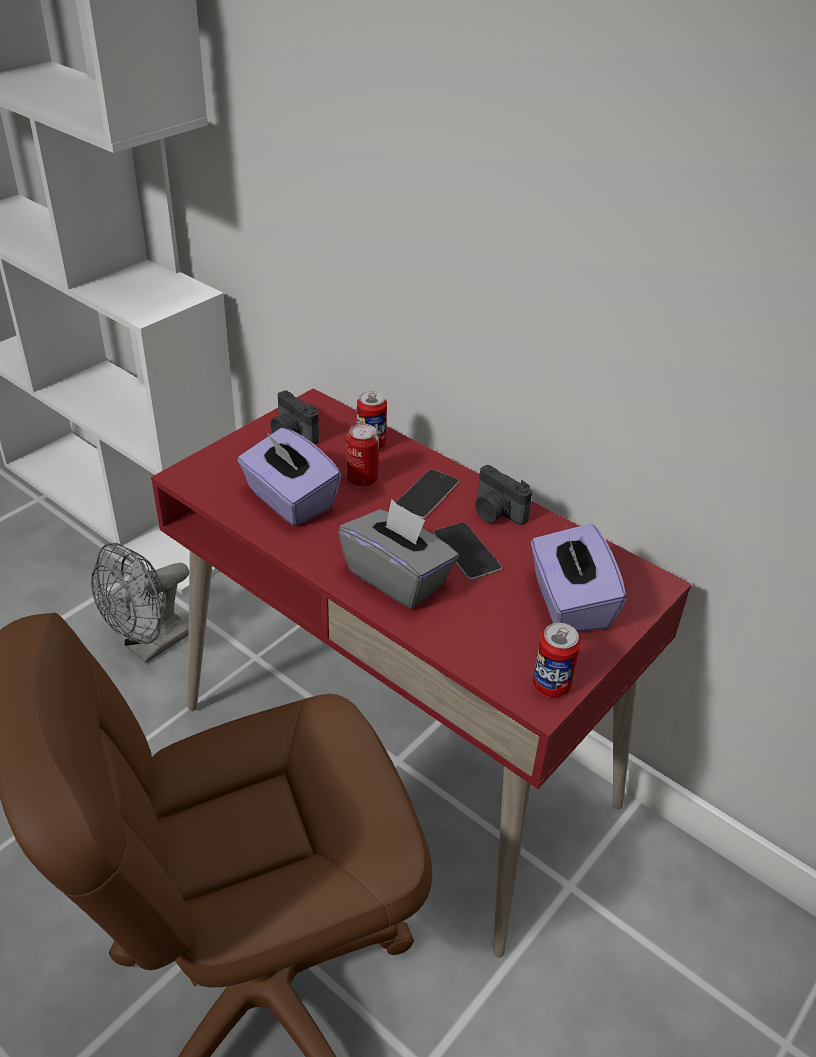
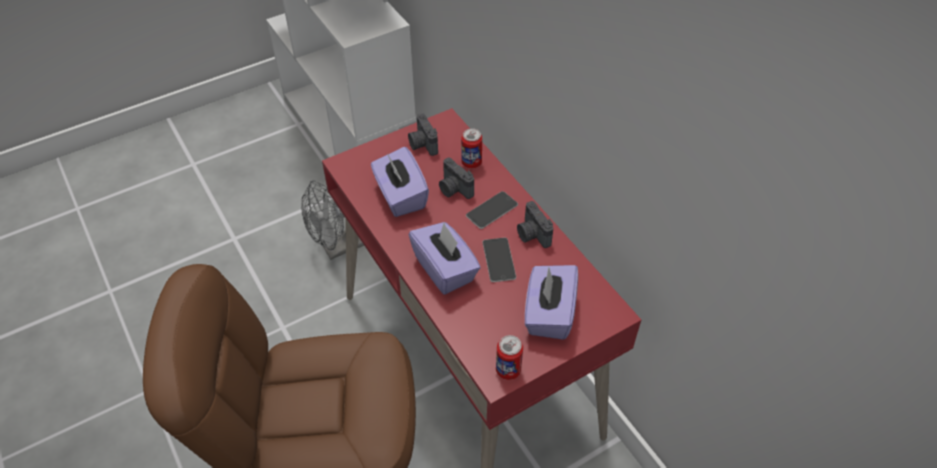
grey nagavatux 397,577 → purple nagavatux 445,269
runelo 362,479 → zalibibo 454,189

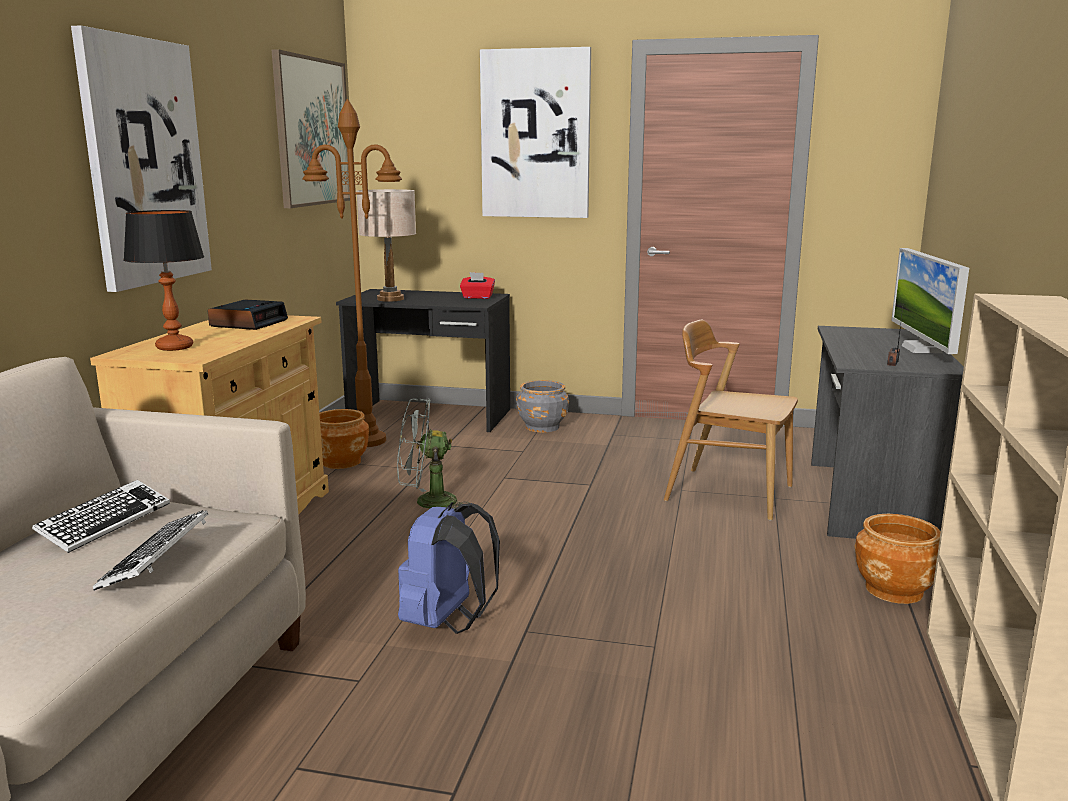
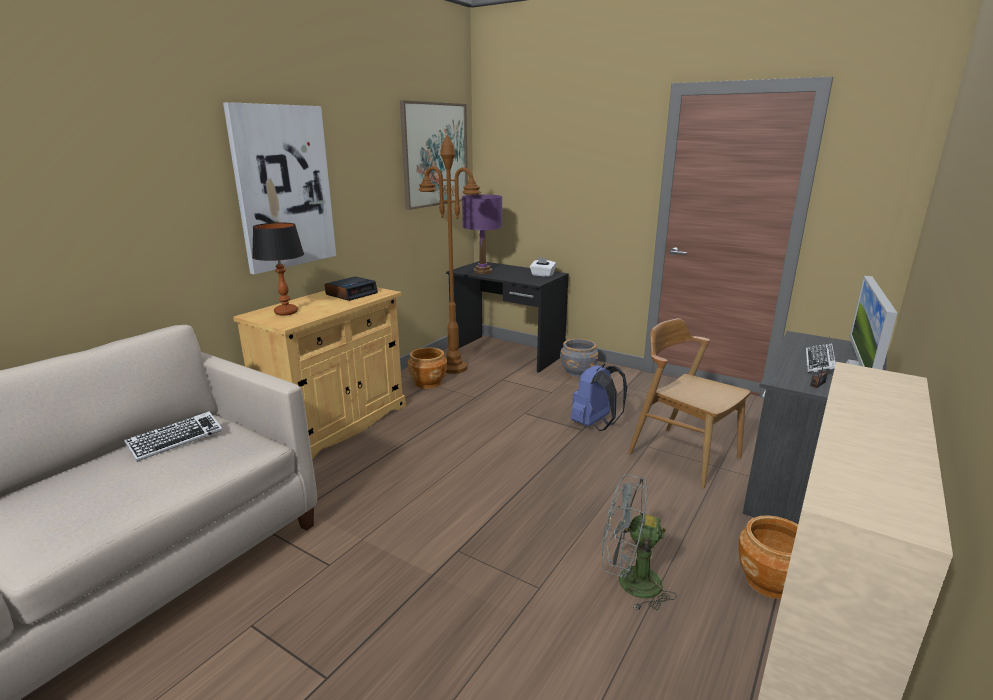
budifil 157,558 → budifil 820,362, moved
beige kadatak 390,299 → purple kadatak 482,272
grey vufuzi 427,503 → grey vufuzi 629,583, moved
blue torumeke 447,622 → blue torumeke 595,425, moved
red nagavatux 477,297 → white nagavatux 542,275
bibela 535,134 → -

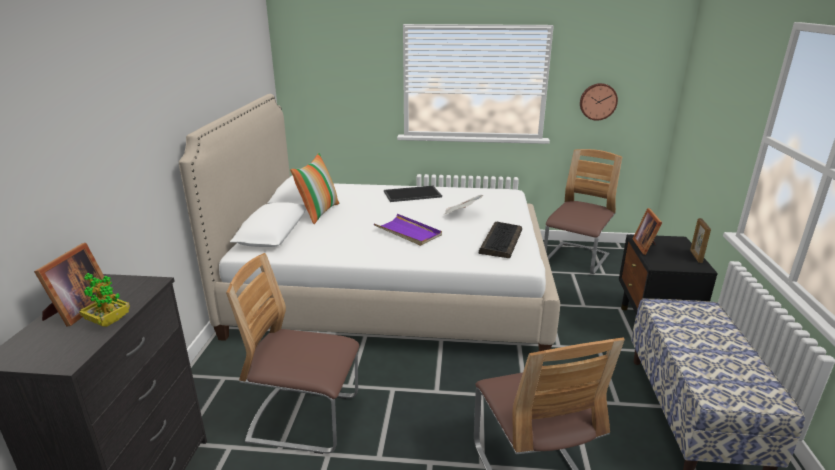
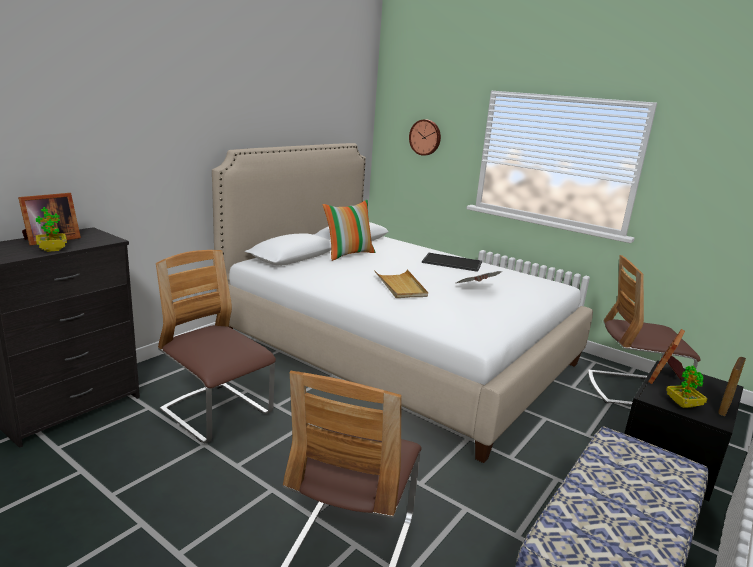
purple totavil 408,232 → beige totavil 400,286
budifil 500,241 → -
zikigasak 576,259 → zikigasak 631,390, 150 degrees counterclockwise
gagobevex 598,101 → gagobevex 425,137, moved
- → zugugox 683,404

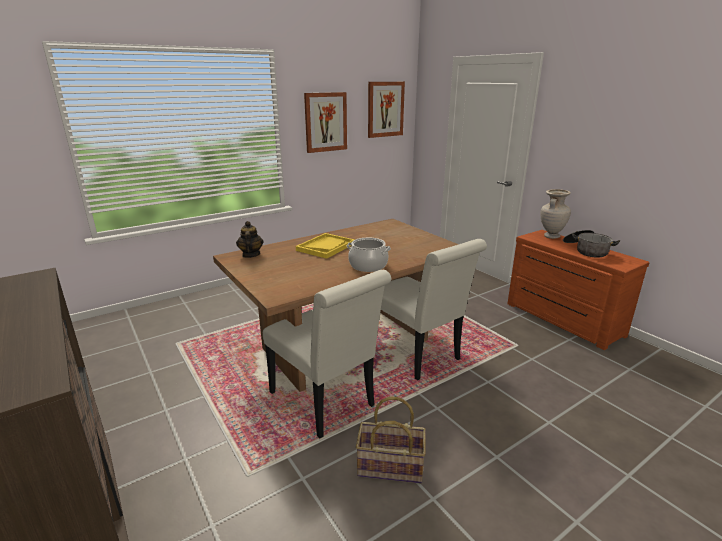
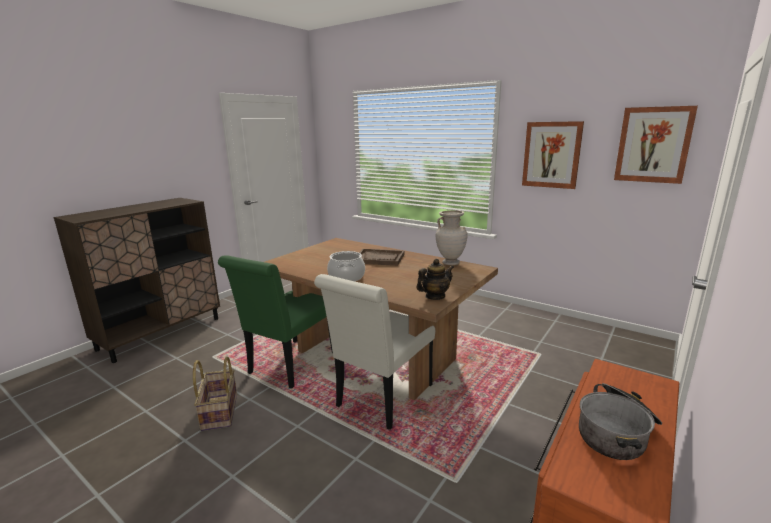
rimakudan 250,255 → rimakudan 435,296, moved
white zikigasak 326,403 → green zikigasak 289,366
yellow totavil 326,247 → brown totavil 379,258
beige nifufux 551,236 → beige nifufux 450,263, moved

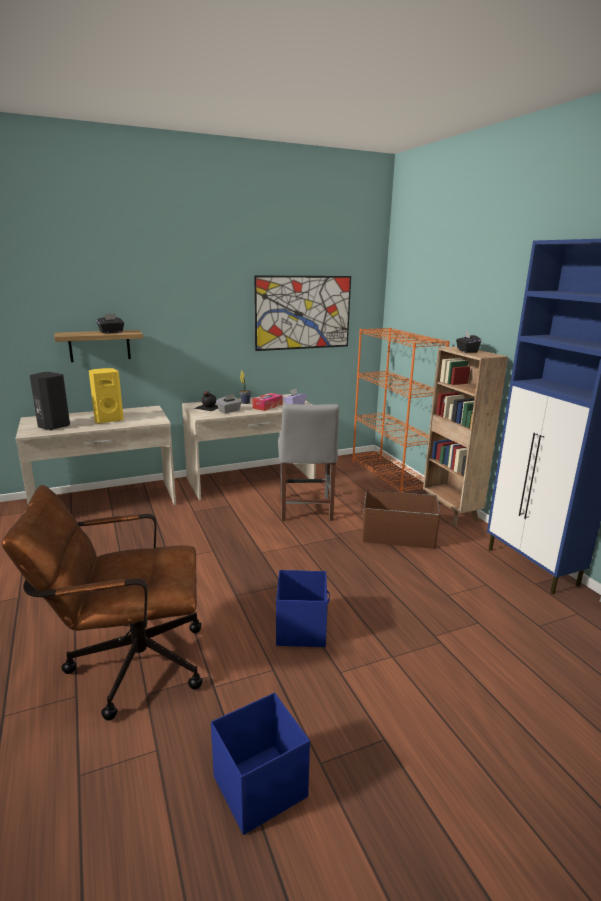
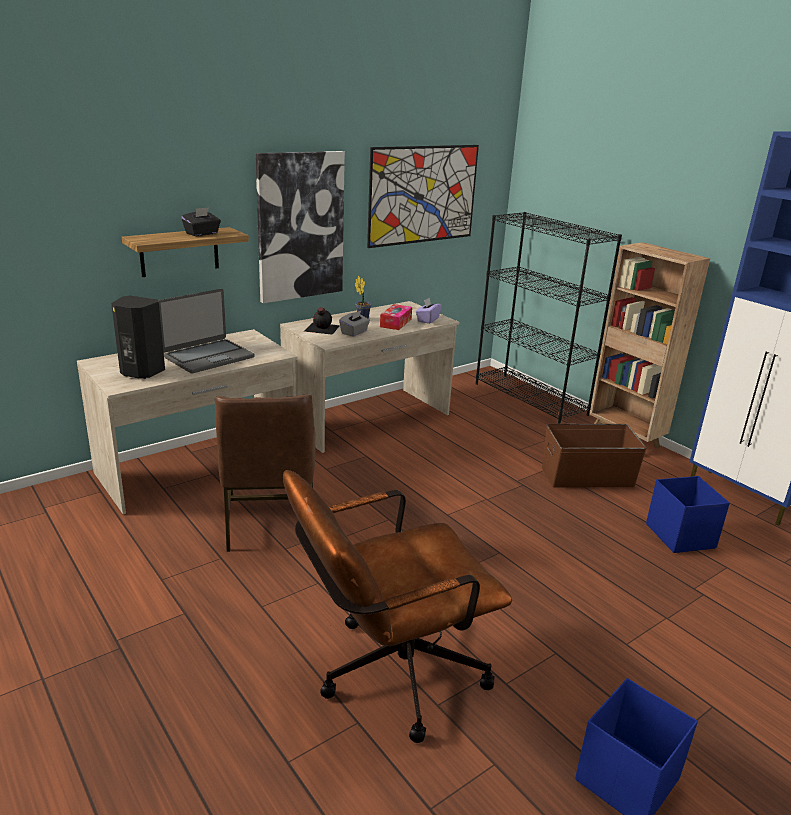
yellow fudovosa 108,420 → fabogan 208,357
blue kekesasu 301,629 → blue kekesasu 680,535, moved
grey zikigasak 305,510 → -
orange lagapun 390,476 → black lagapun 531,399
black nagavatux 466,351 → -
- → brown zikigasak 269,523
- → bibela 300,226

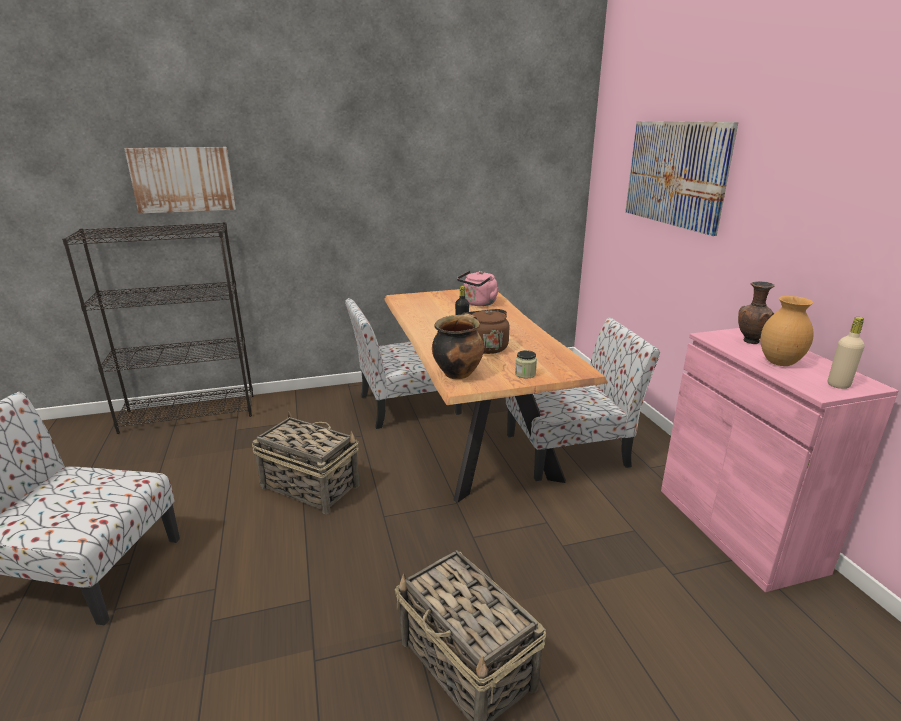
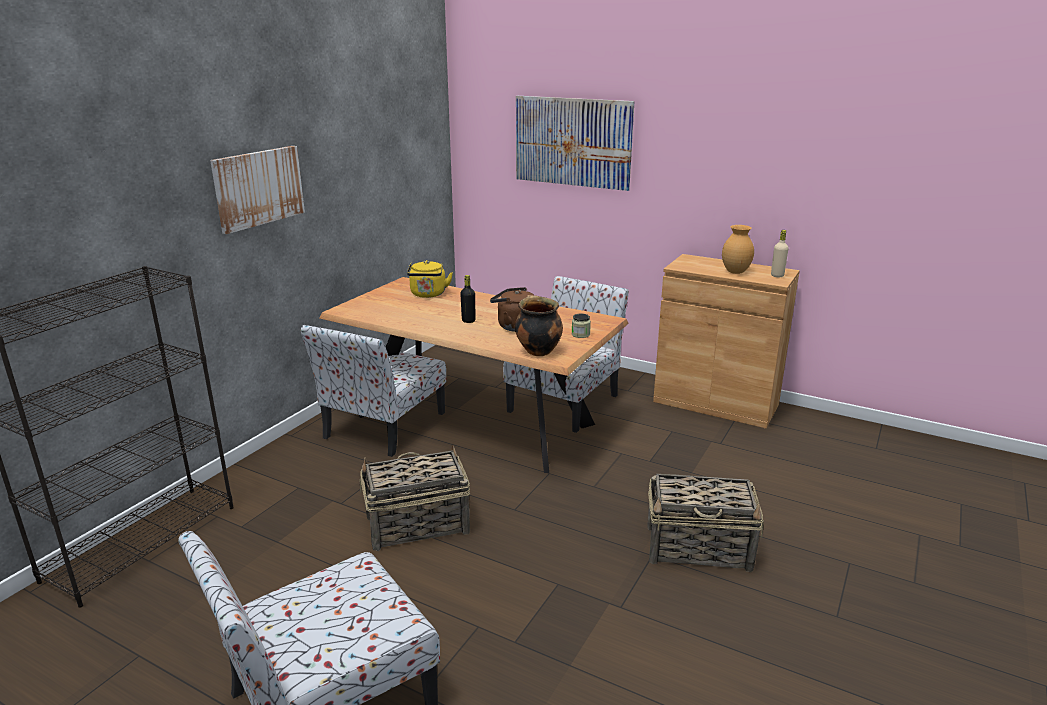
bibela 183,179 → bibela 258,187, moved
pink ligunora 478,303 → yellow ligunora 428,294
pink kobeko 738,528 → brown kobeko 715,403
brown nifufux 749,341 → -

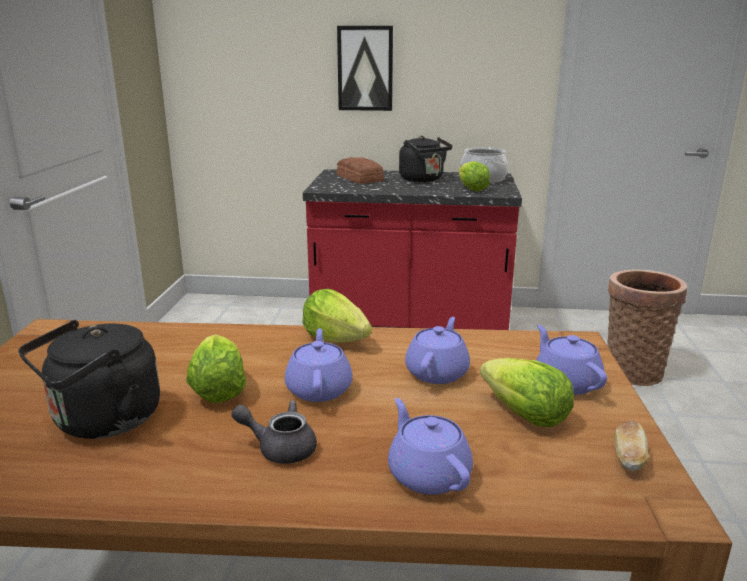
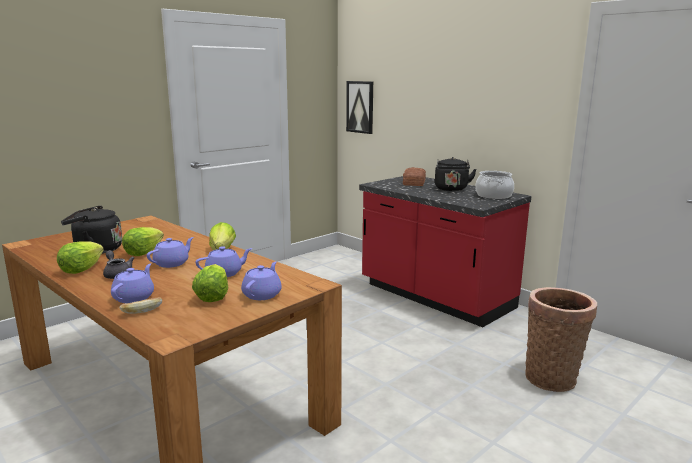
bibela 365,68 → bibela 360,107, moved
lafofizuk 471,189 → lafofizuk 81,270, moved
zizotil 628,458 → zizotil 142,312, moved

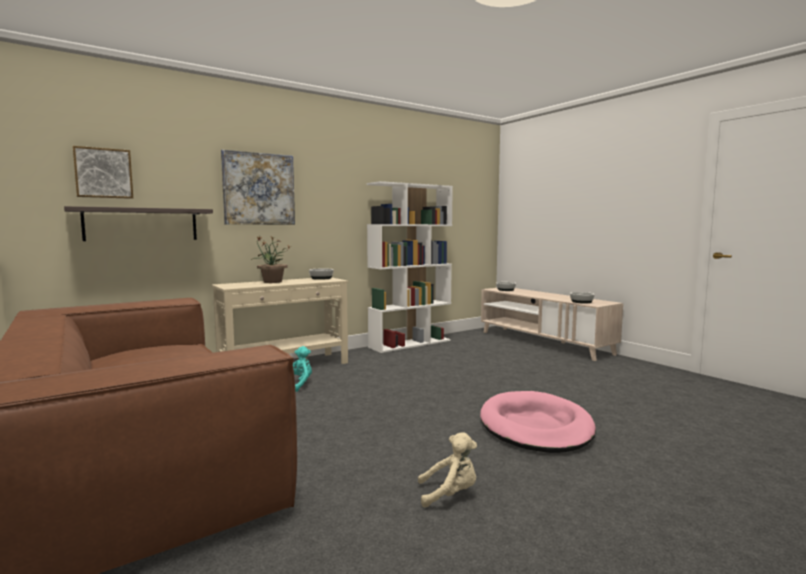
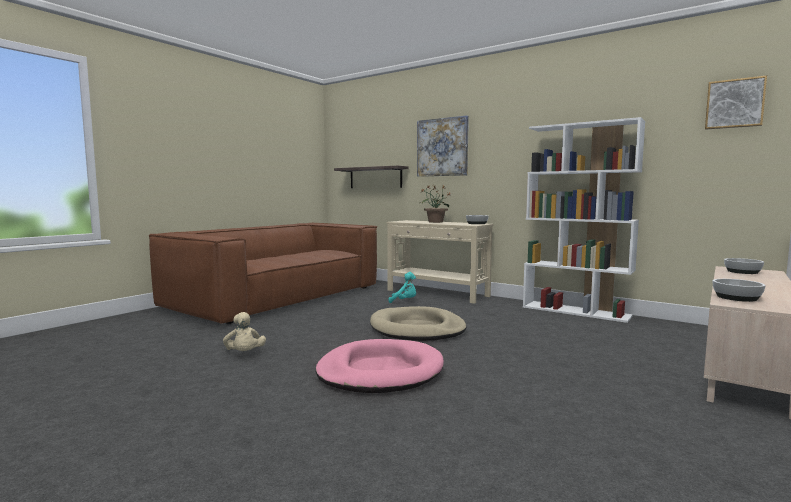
bibela 103,173 → bibela 734,104, moved
- → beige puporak 417,329

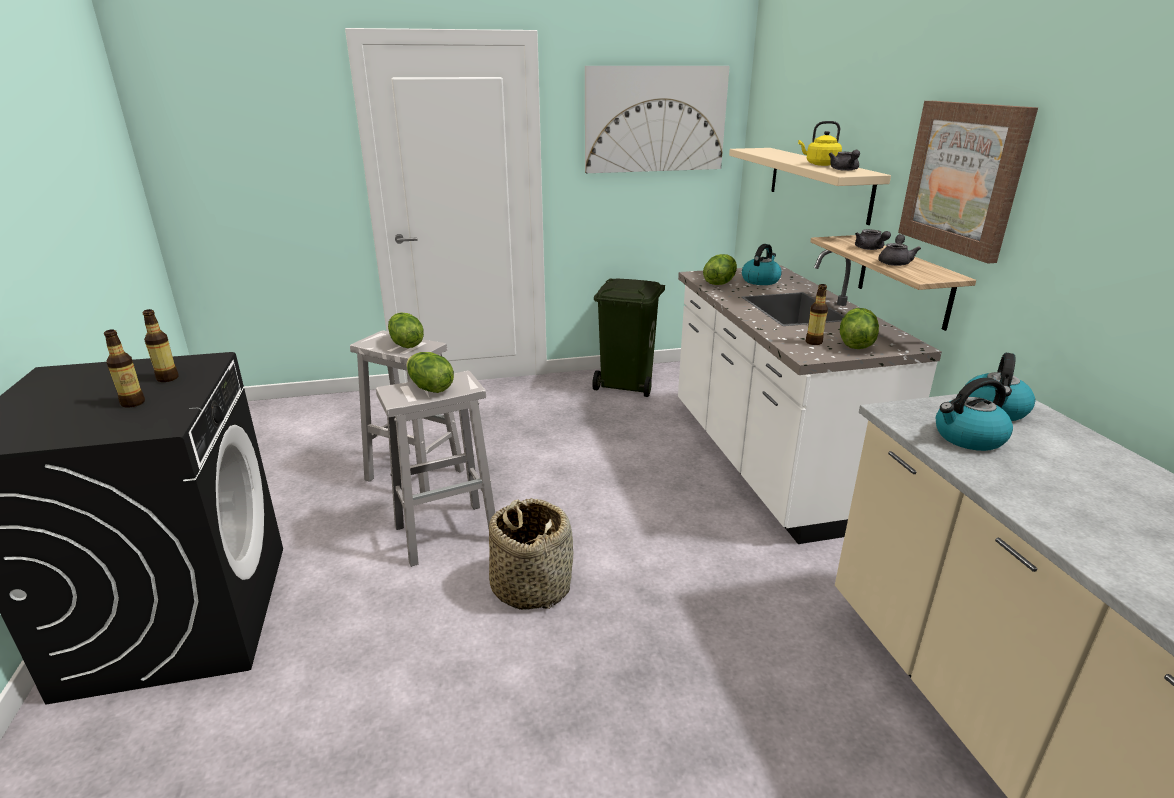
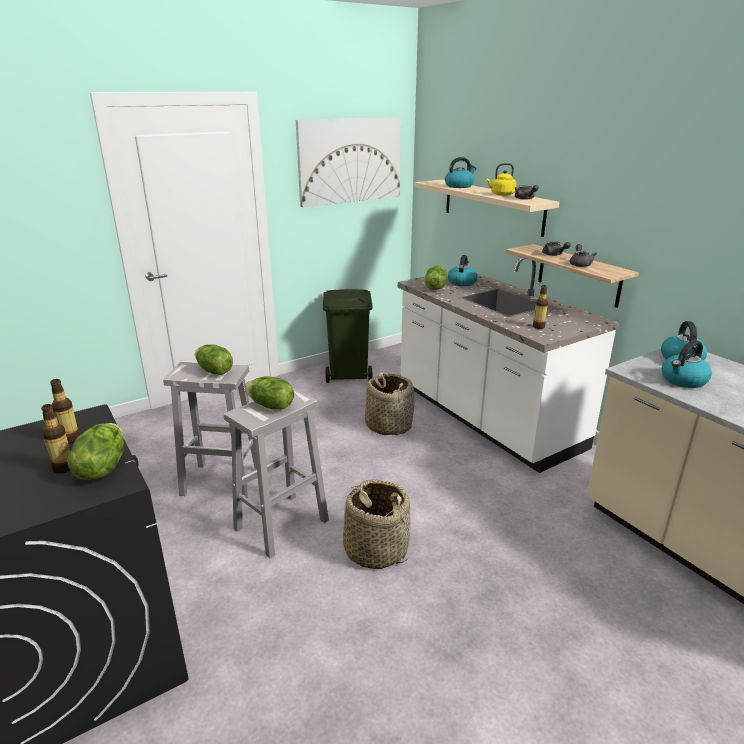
lafofizuk 854,344 → lafofizuk 102,468, moved
bibela 963,178 → -
- → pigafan 388,425
- → ligunora 459,186

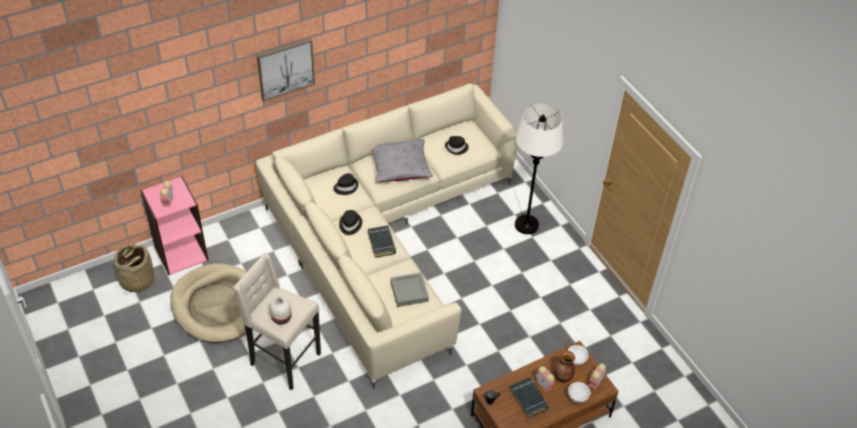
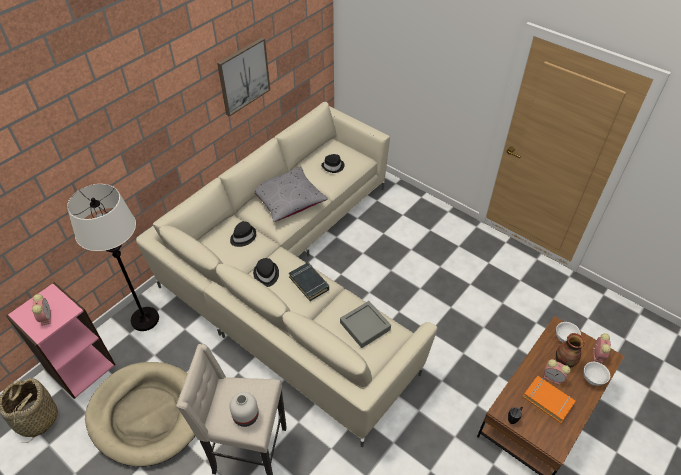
bibela 285,68 → bibela 243,76, moved
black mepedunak 528,399 → orange mepedunak 548,400
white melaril 526,225 → white melaril 145,319, moved

